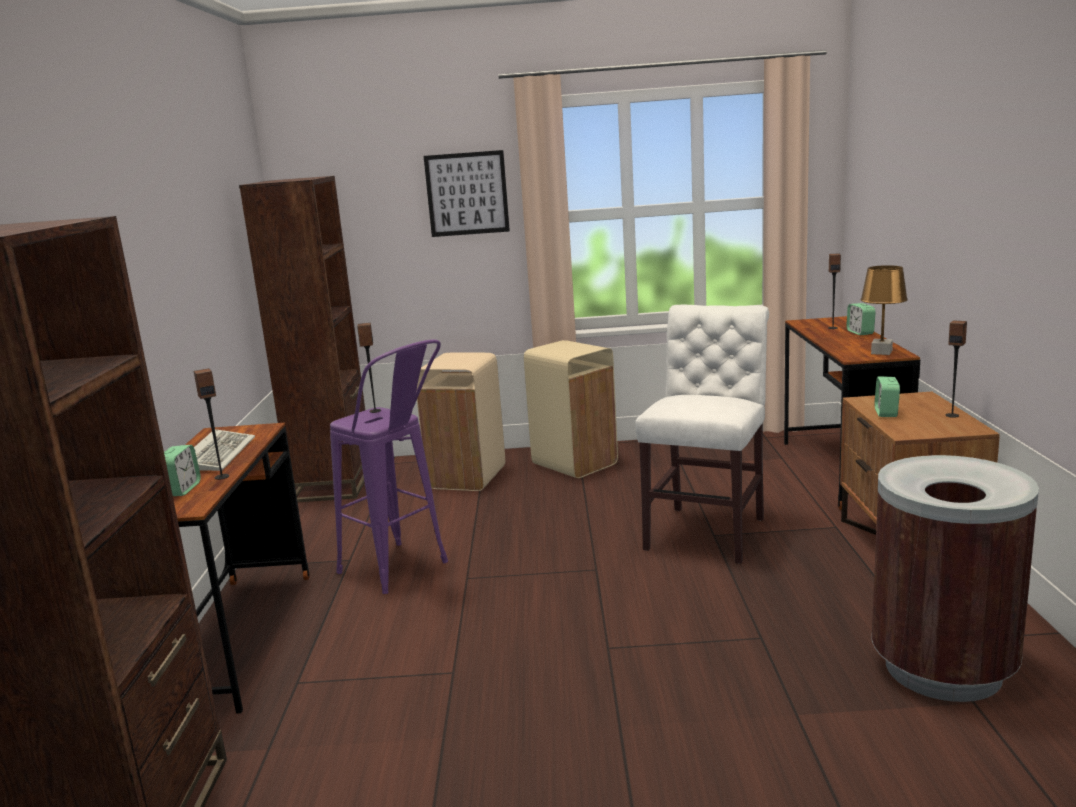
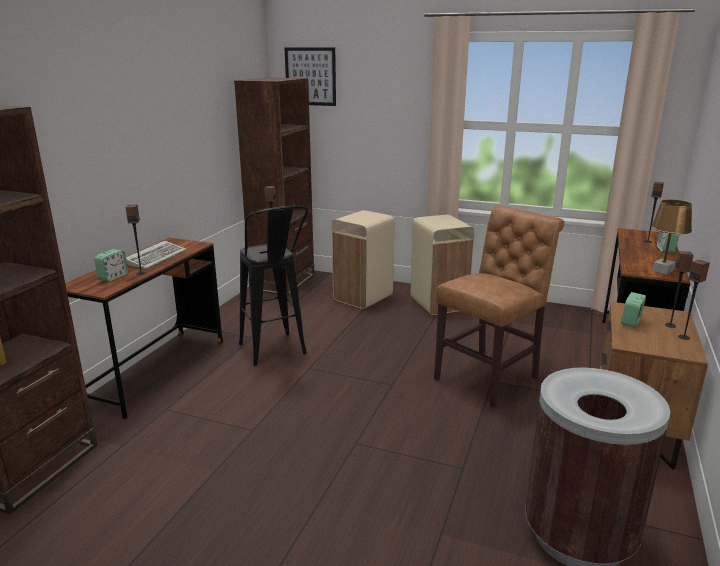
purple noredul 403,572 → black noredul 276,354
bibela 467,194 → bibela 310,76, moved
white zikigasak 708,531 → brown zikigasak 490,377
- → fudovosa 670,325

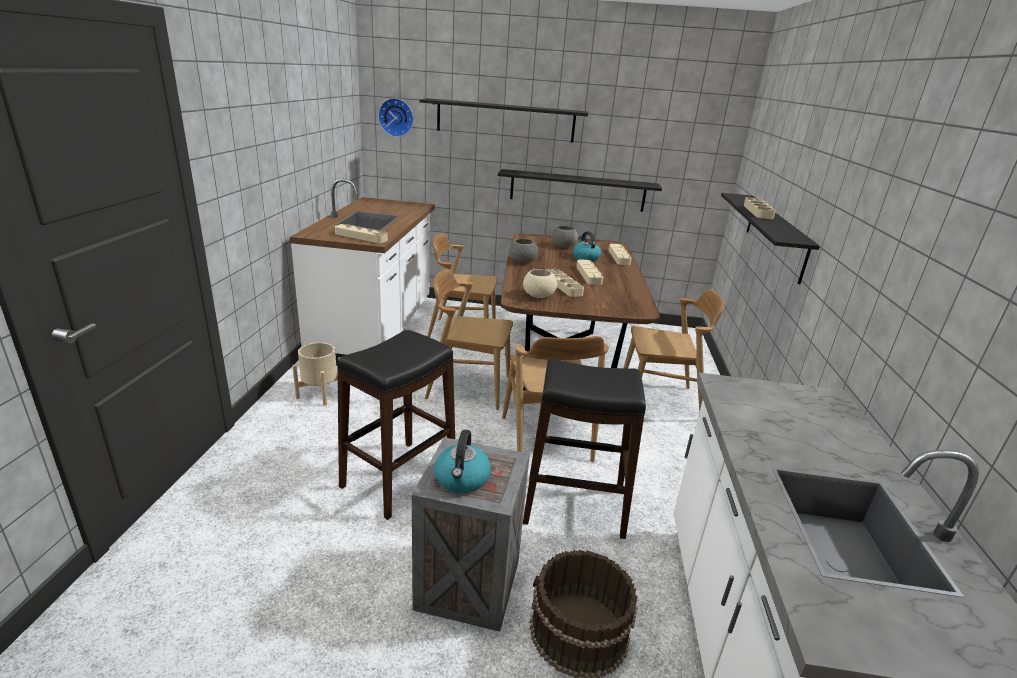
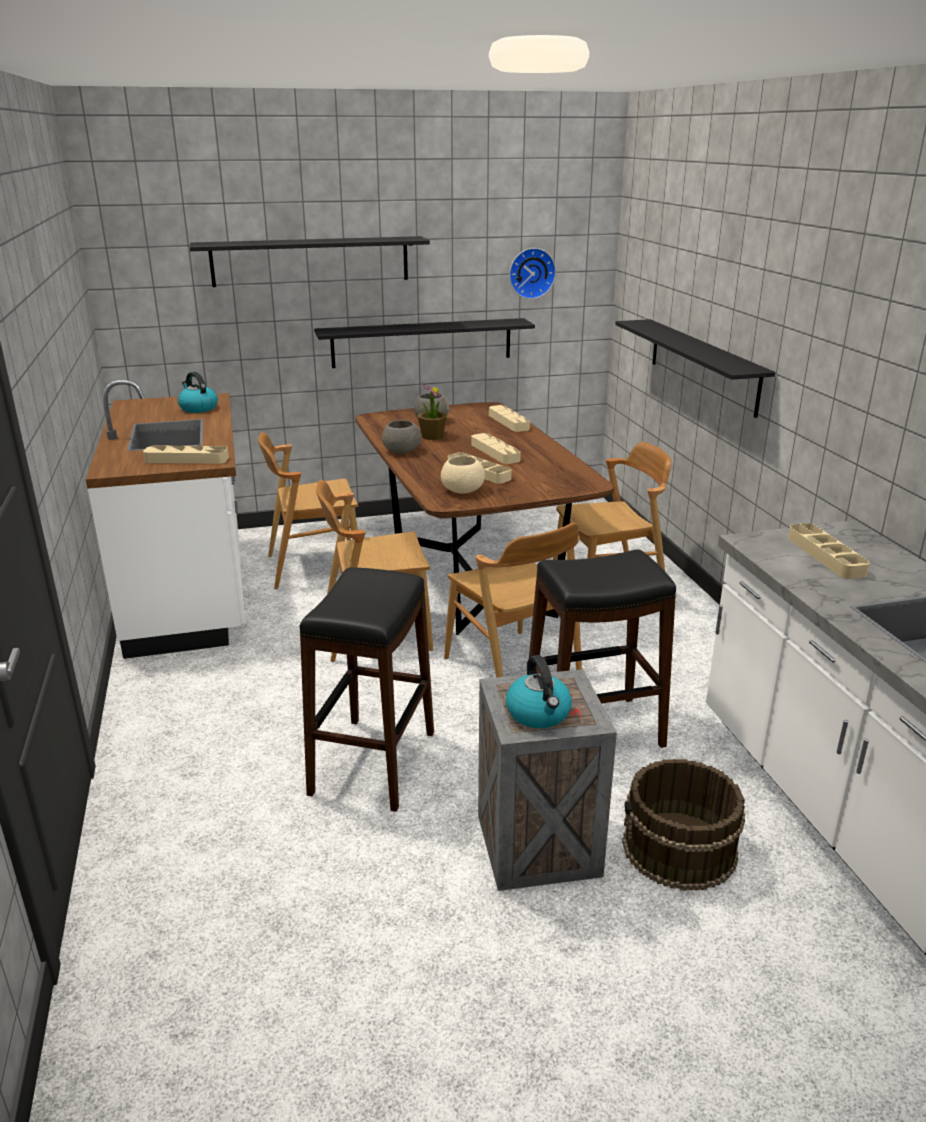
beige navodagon 320,393 → -
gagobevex 396,117 → gagobevex 531,273, moved
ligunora 585,258 → ligunora 198,408, moved
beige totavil 757,211 → beige totavil 825,555, moved
- → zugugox 432,436

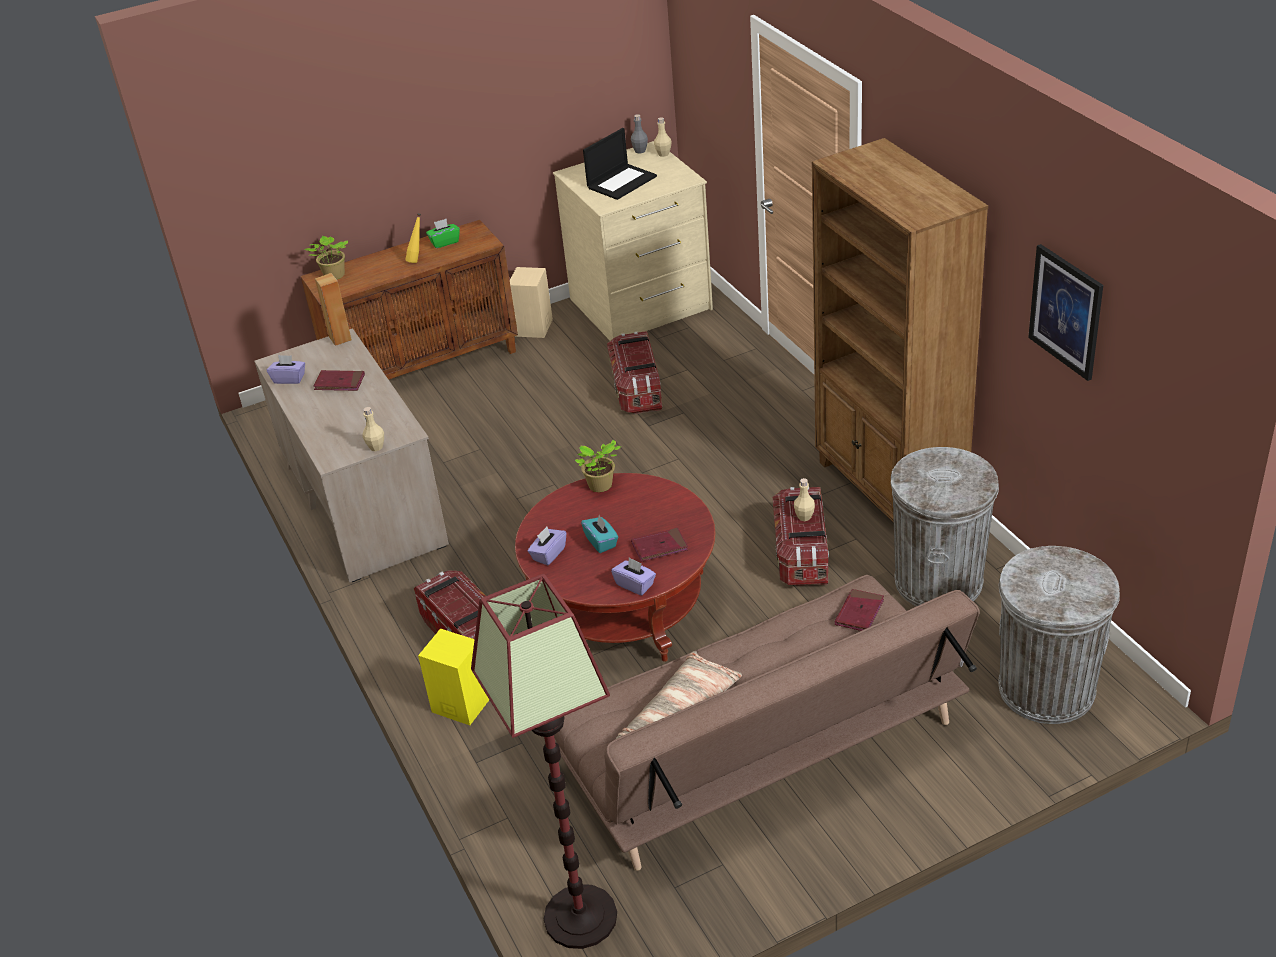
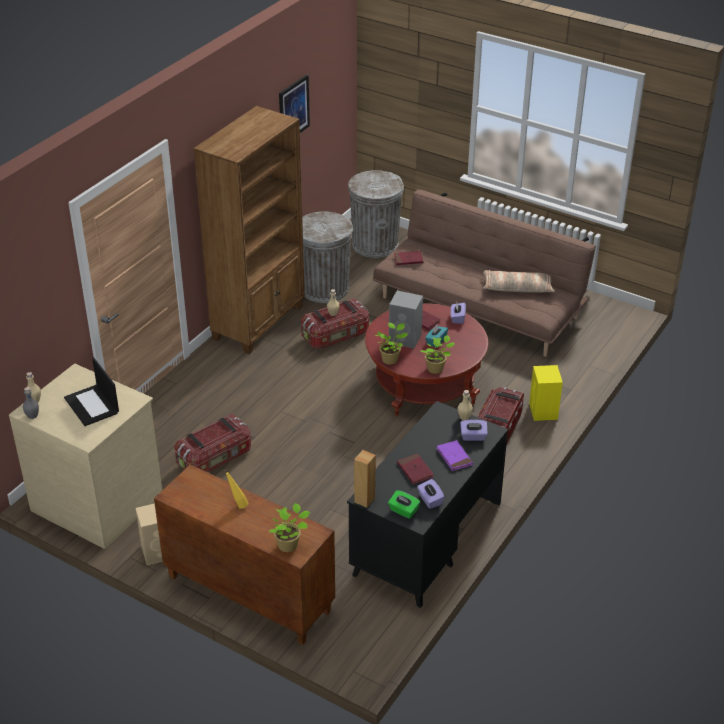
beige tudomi 362,503 → black tudomi 427,540
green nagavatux 444,242 → green nagavatux 403,511, moved
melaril 580,918 → -
purple nagavatux 548,554 → purple nagavatux 473,436, moved
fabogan 622,181 → fabogan 92,405, 135 degrees counterclockwise
- → grey fudovosa 405,339
- → zugugox 436,369
- → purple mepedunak 454,457

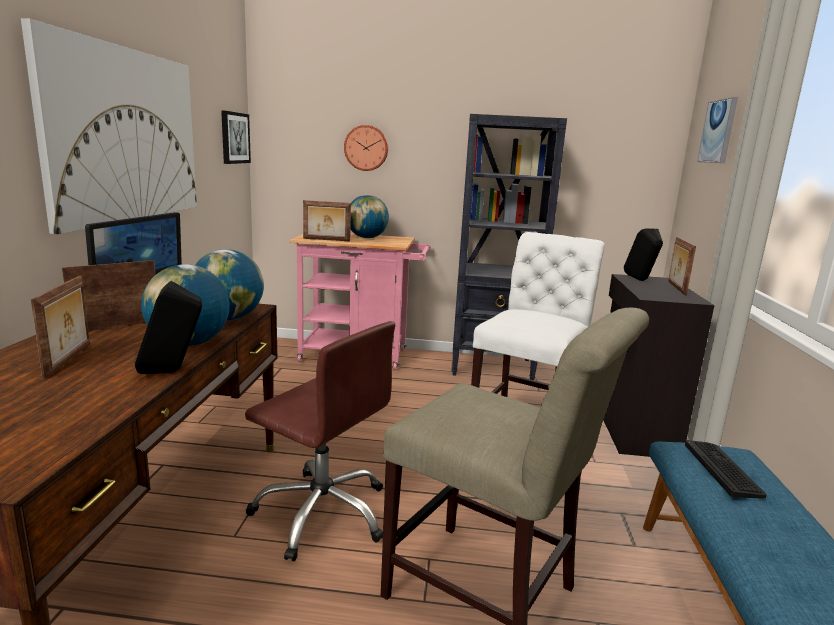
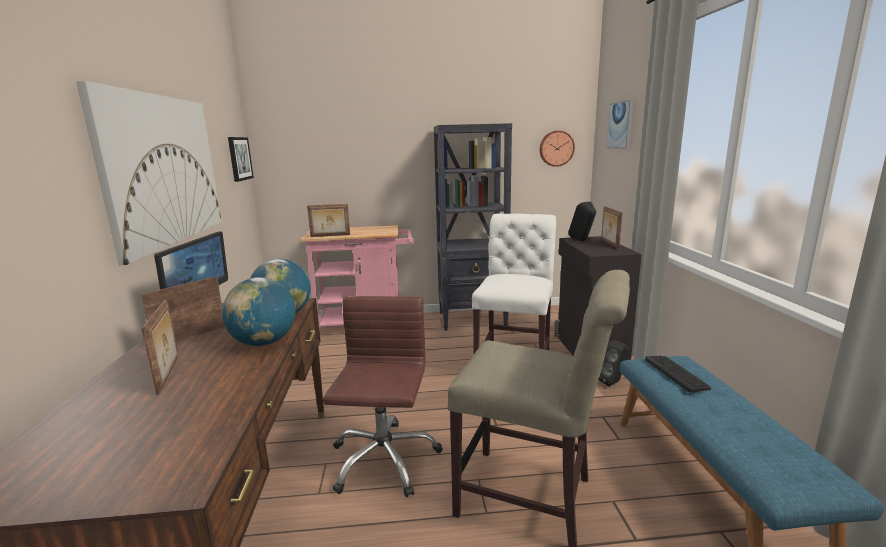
black fudovosa 171,372 → black fudovosa 613,382, moved
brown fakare 322,512 → brown fakare 383,459, 105 degrees counterclockwise
gagobevex 366,148 → gagobevex 556,148, moved
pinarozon 367,238 → -

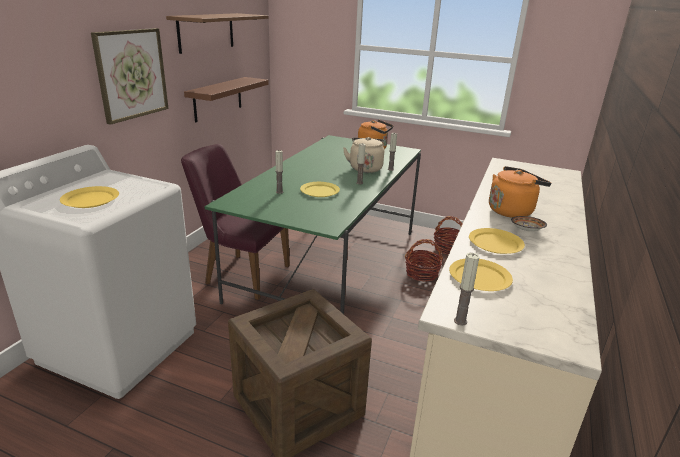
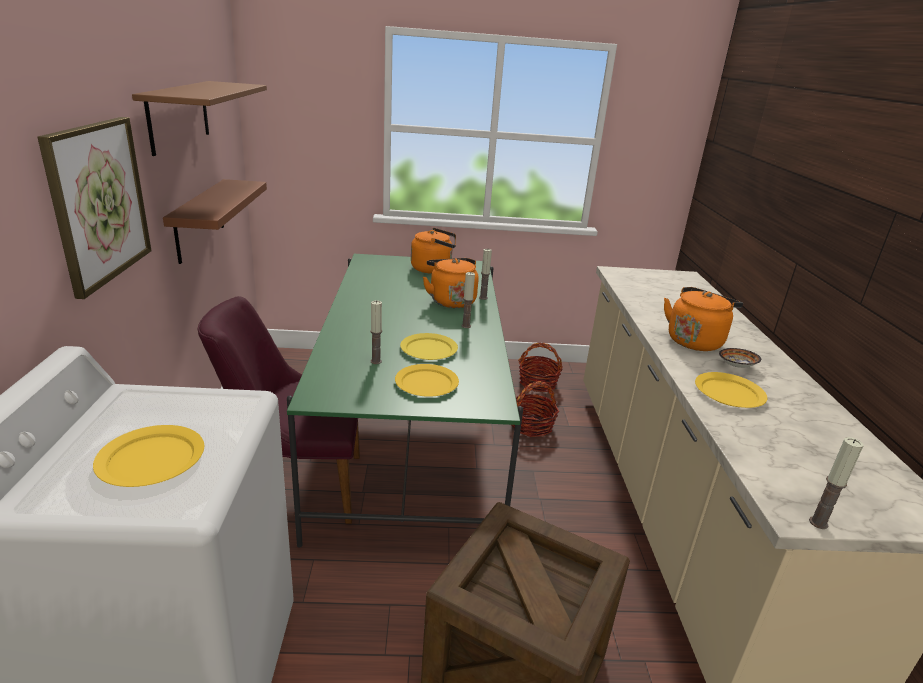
beige ligunora 365,168 → orange ligunora 451,300
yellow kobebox 480,277 → yellow kobebox 427,383, moved

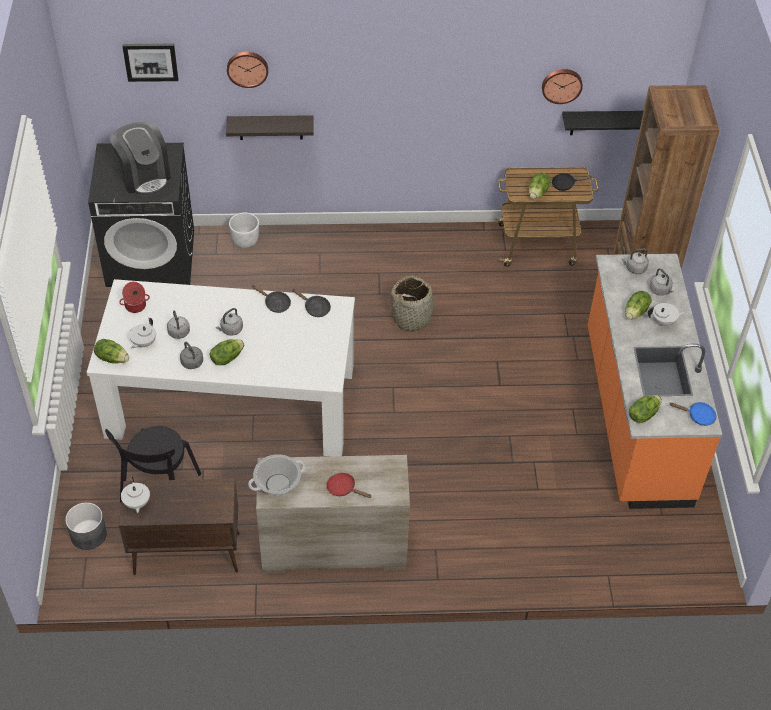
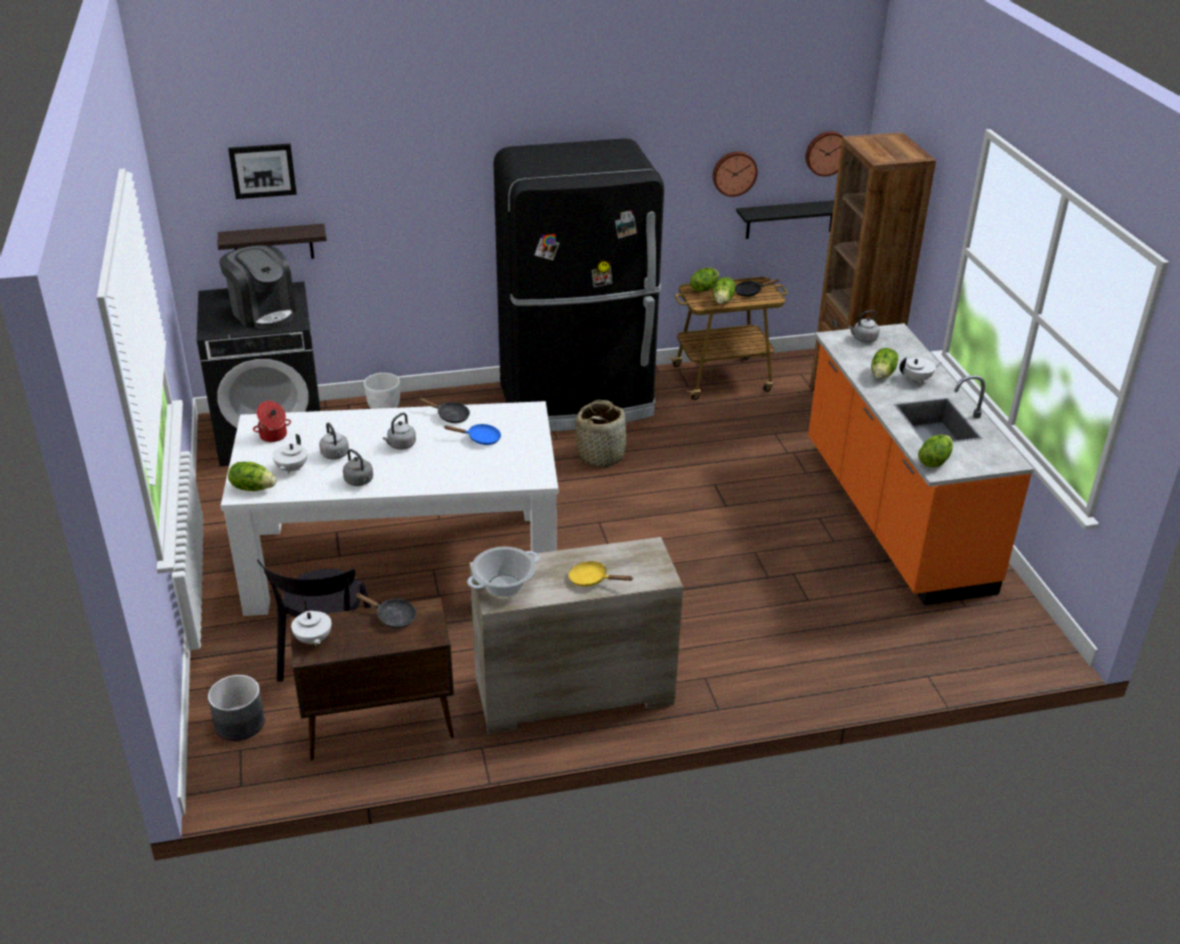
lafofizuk 226,358 → lafofizuk 703,288, moved
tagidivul 270,127 → tagidivul 273,244, moved
gagobevex 247,68 → gagobevex 826,153, moved
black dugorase 315,308 → black dugorase 392,617, moved
red dugorase 344,489 → yellow dugorase 592,580
grey ligunora 660,290 → -
blue dugorase 698,416 → blue dugorase 480,439, moved
- → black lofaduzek 577,402

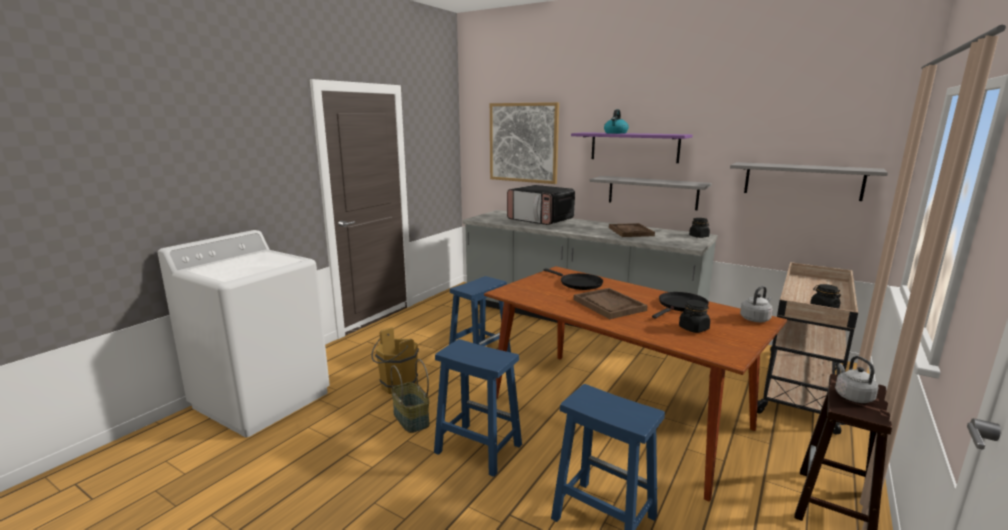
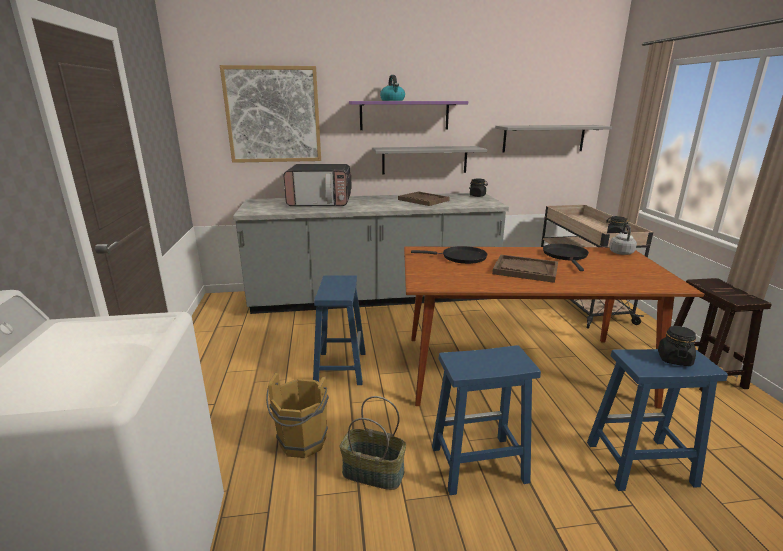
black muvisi 693,328 → black muvisi 674,359, moved
grey ligunora 852,396 → -

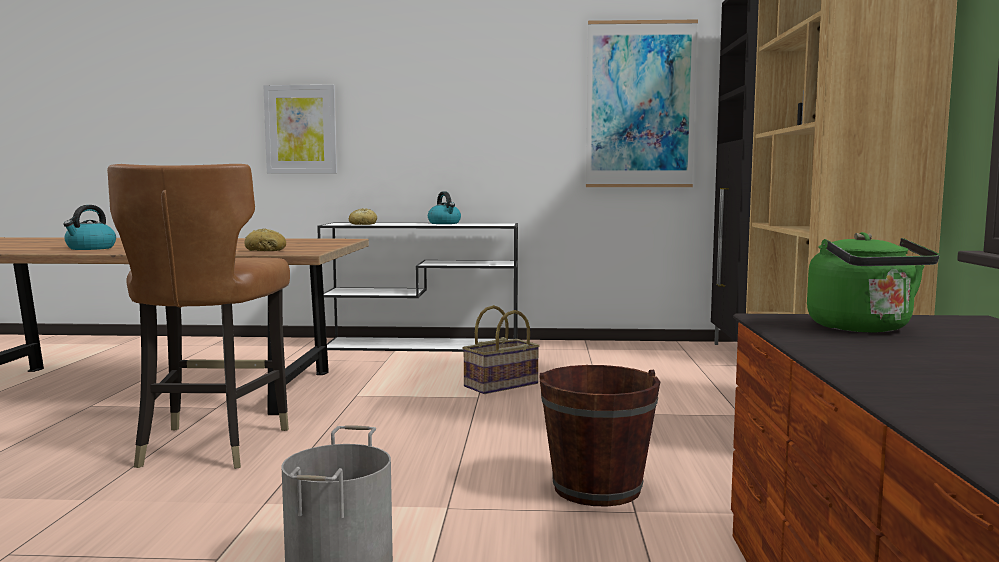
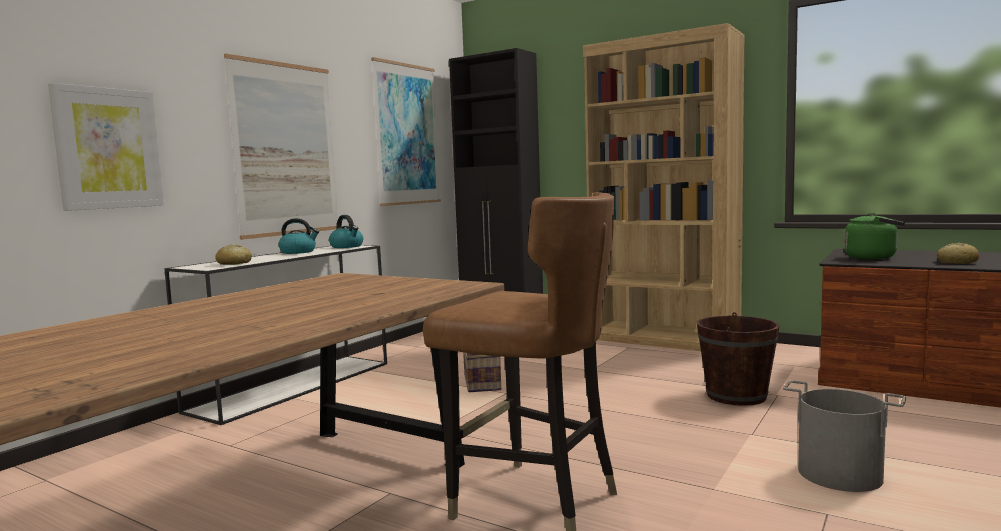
ligunora 90,248 → ligunora 347,246, moved
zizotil 266,250 → zizotil 957,262, moved
- → bibela 285,149

